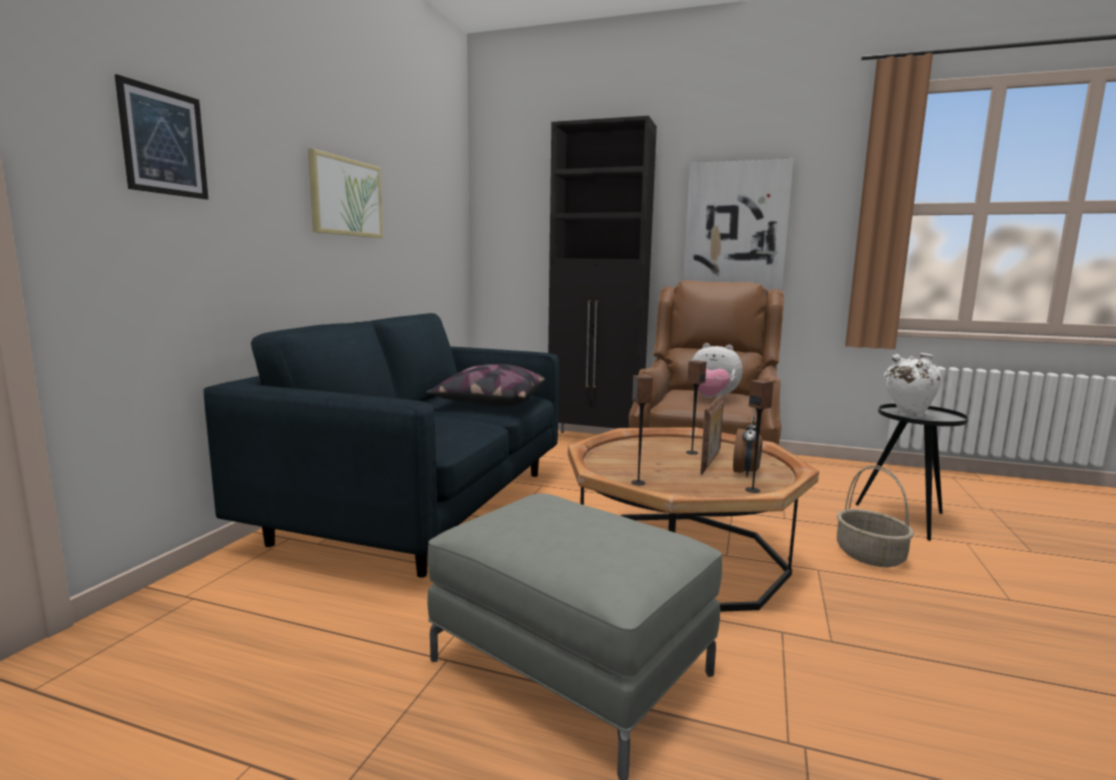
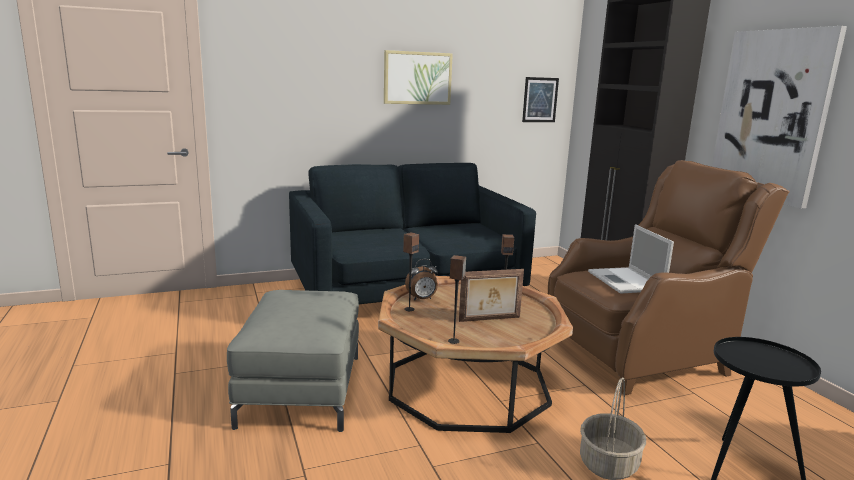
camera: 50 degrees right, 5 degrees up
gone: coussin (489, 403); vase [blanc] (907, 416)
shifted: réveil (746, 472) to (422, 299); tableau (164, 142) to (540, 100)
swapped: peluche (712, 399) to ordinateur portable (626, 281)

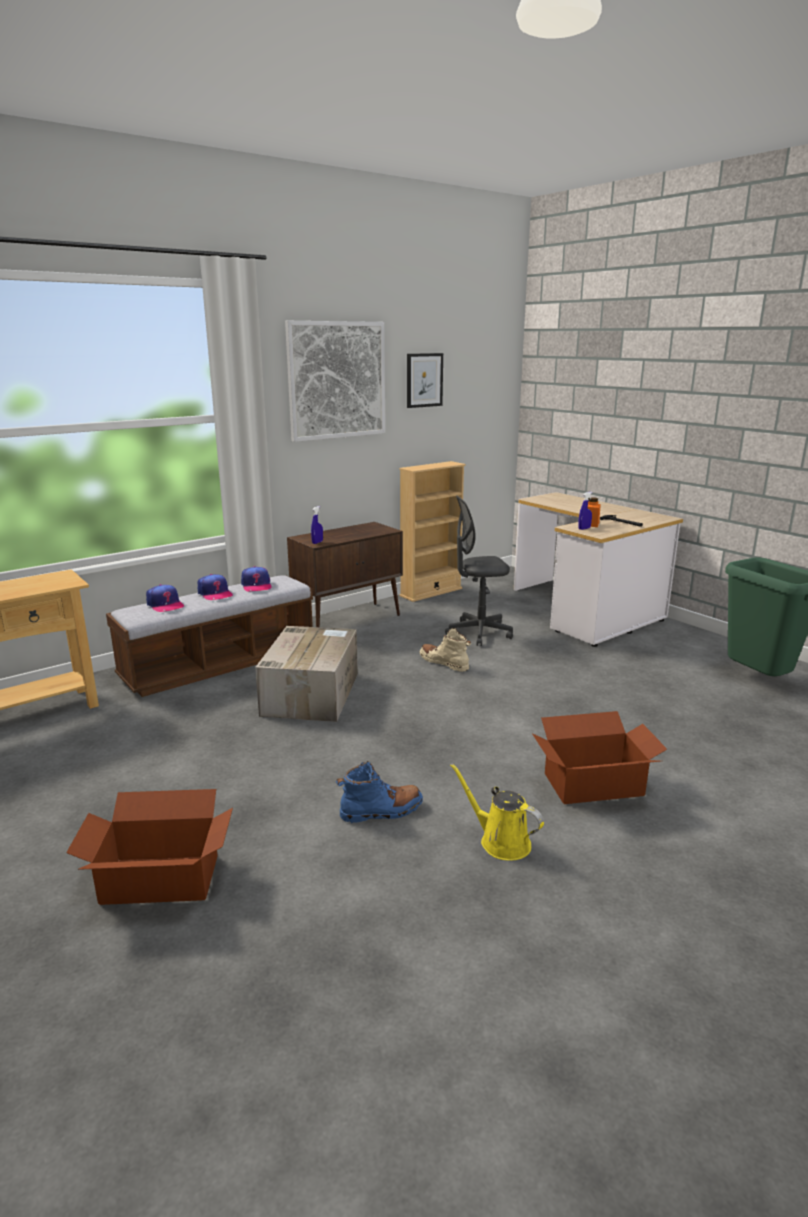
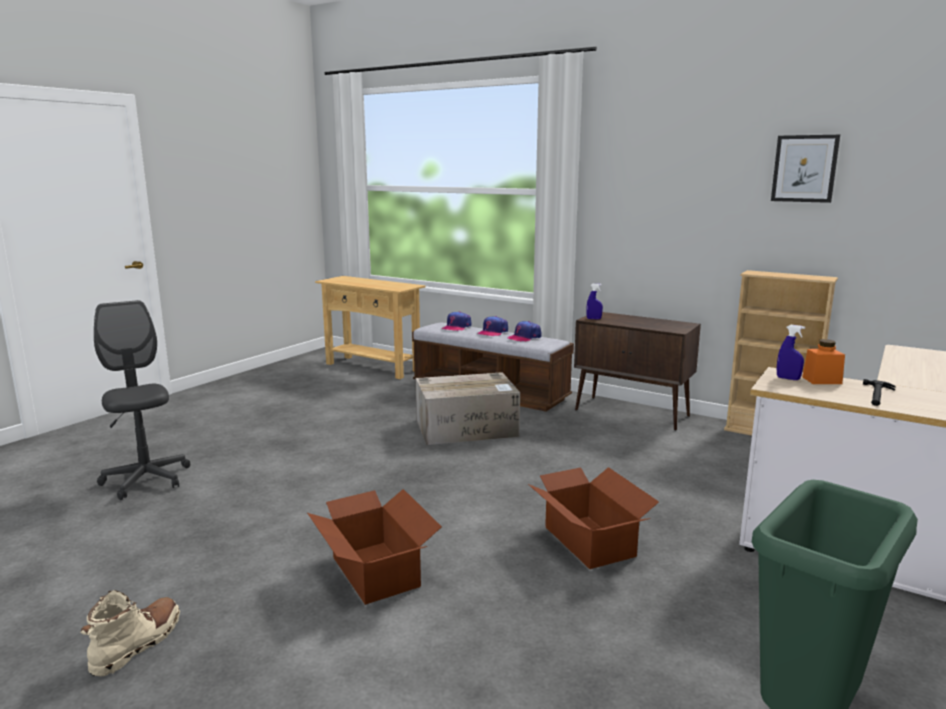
camera: 70 degrees right, 5 degrees down
gone: tableau (337, 380); botte [bleu] (381, 811); arrosoir [jaune] (500, 841)
shifted: botte [beige] (444, 663) to (137, 644); chaise de bureau [gris] (479, 633) to (146, 480); carton (161, 880) to (588, 542)

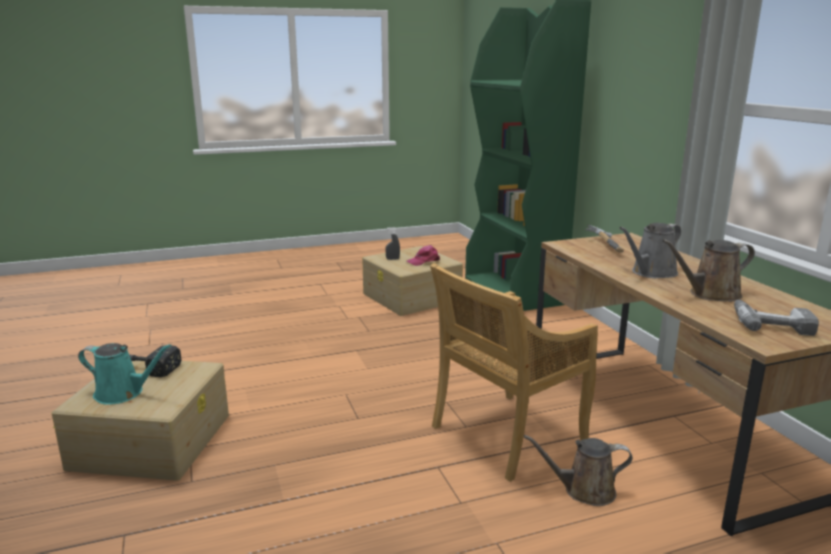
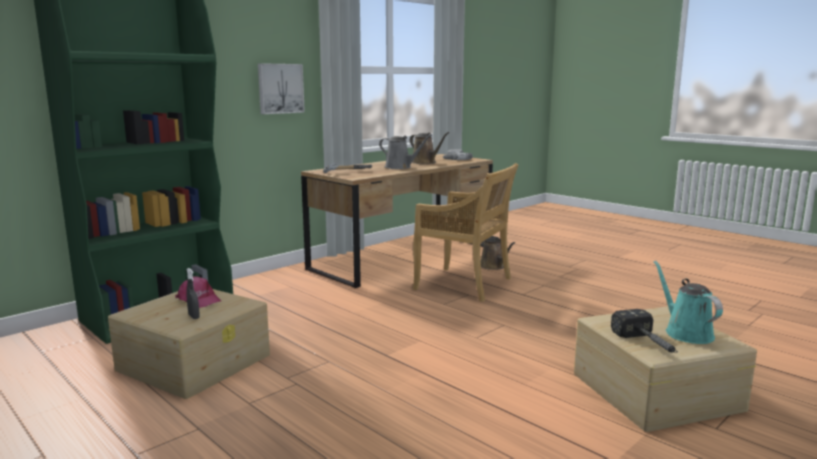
camera: 115 degrees left, 5 degrees down
new: tableau (280, 88)

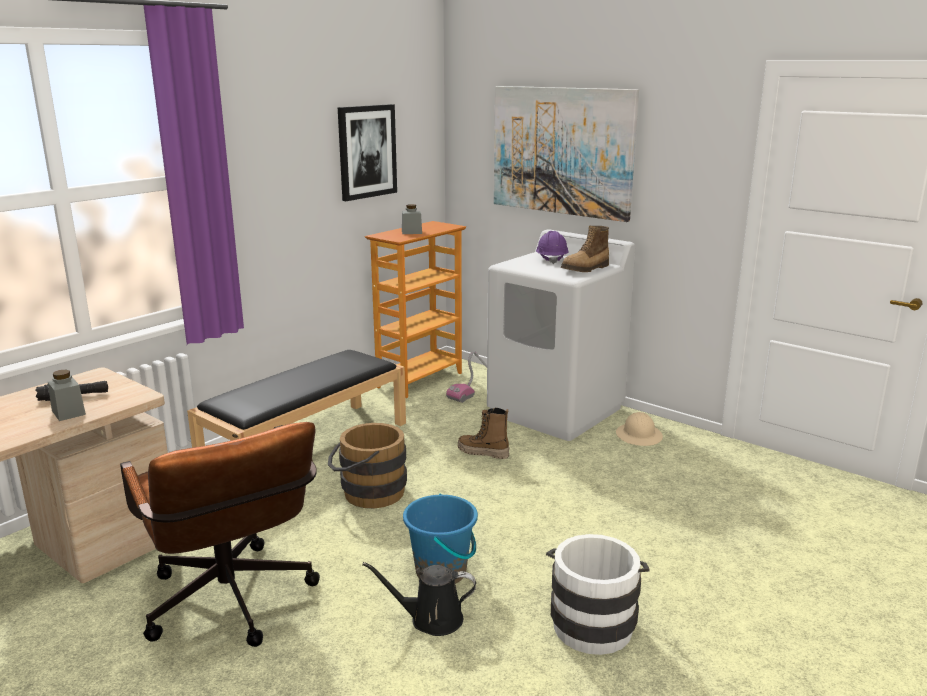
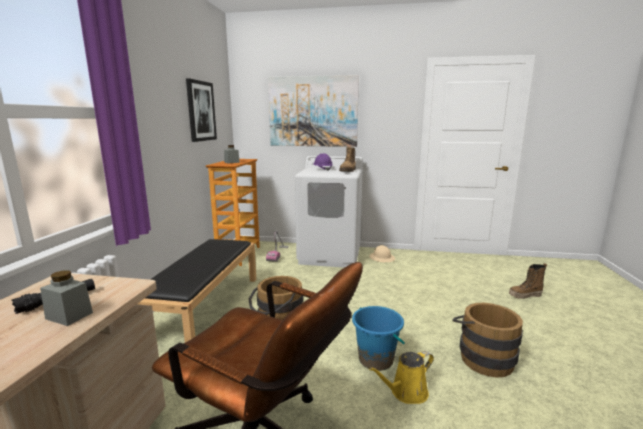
camera: 30 degrees left, 5 degrees down
shifted: botte (483, 453) to (525, 295)
repainted: arrosoir [noir] (431, 619) to arrosoir [jaune] (406, 393); seau [blanc] (593, 621) to seau [marron] (482, 357)

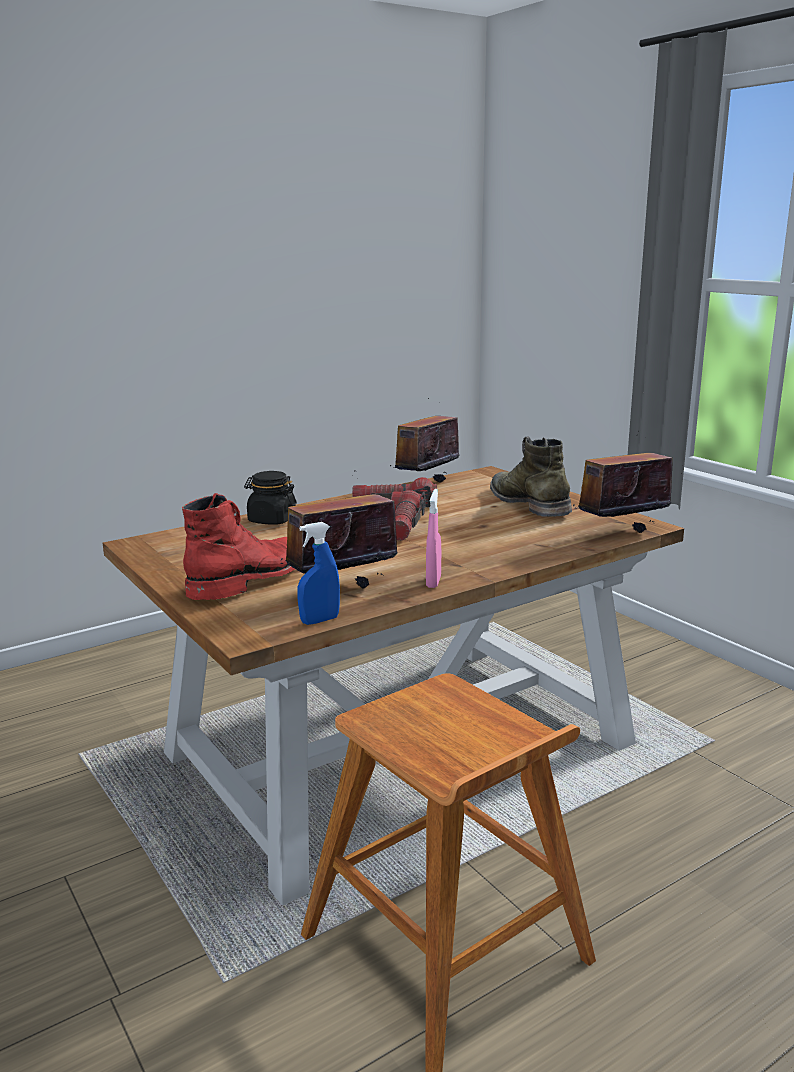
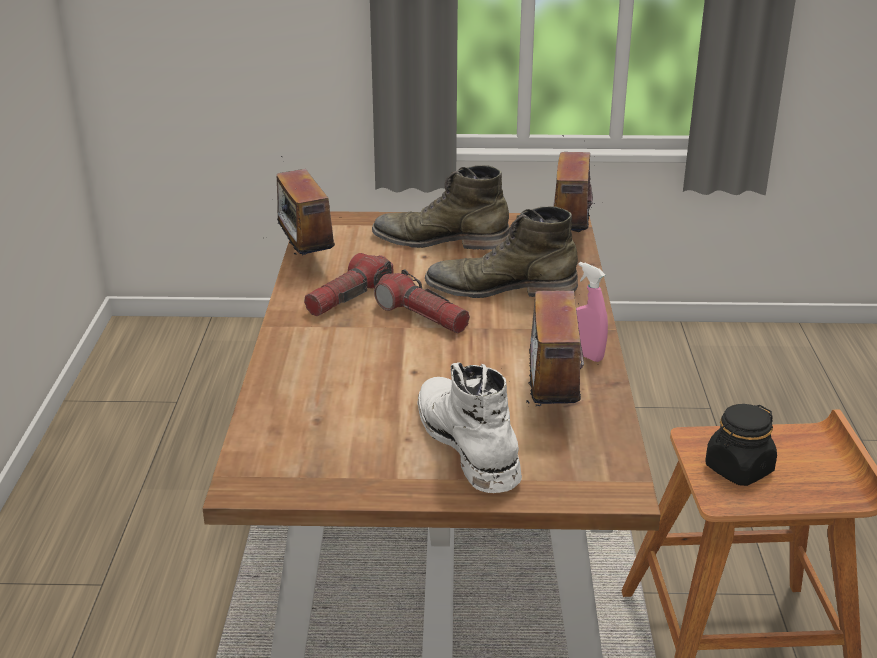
camera: 55 degrees left, 10 degrees up
gone: vaporisateur [bleu] (320, 620)
new: botte [vert] (500, 288)
shifted: bocal [noir] (271, 520) to (738, 469)
repainted: botte [rouge] (251, 579) to botte [blanc] (467, 443)

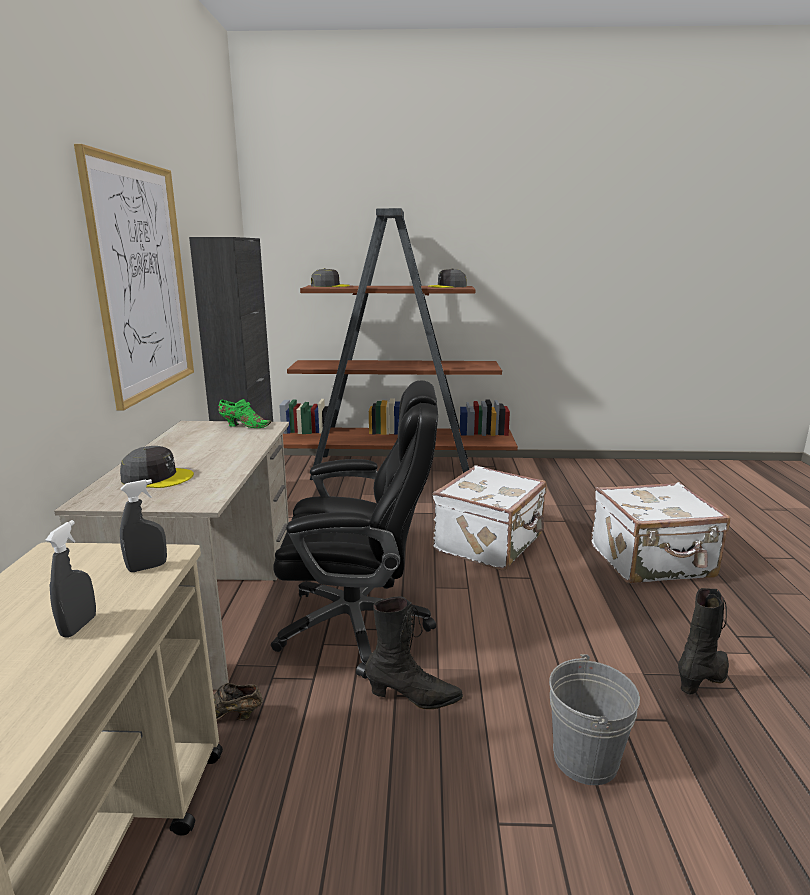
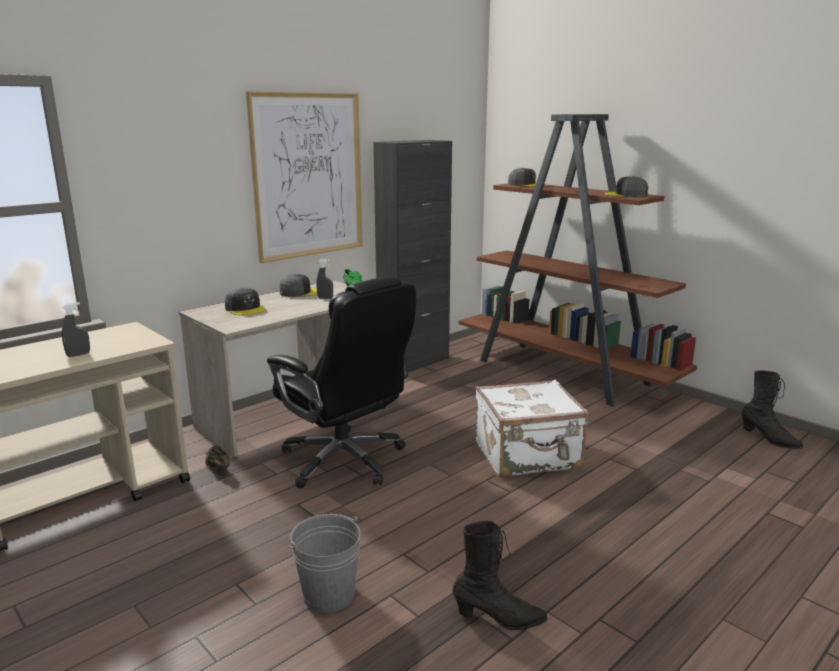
camera: 45 degrees right, 0 degrees up
gone: valise [blanc] (652, 562)
new: casquette [gris] (300, 292)
shifted: vaporisateur [gris] (147, 567) to (325, 298); botte [noir] (413, 697) to (769, 439)

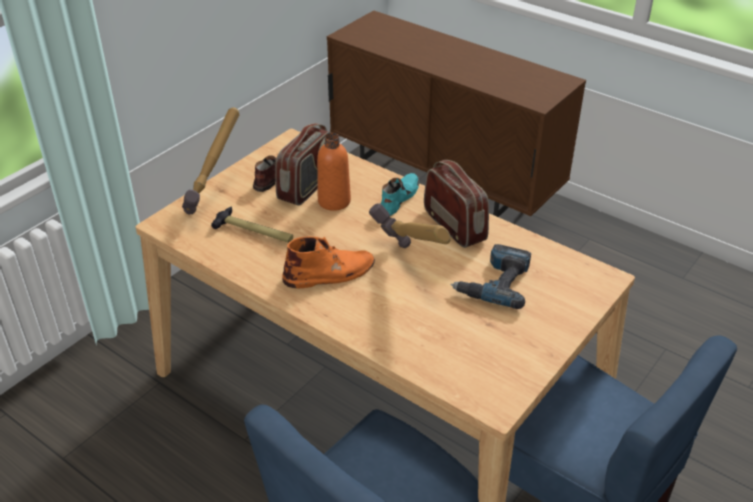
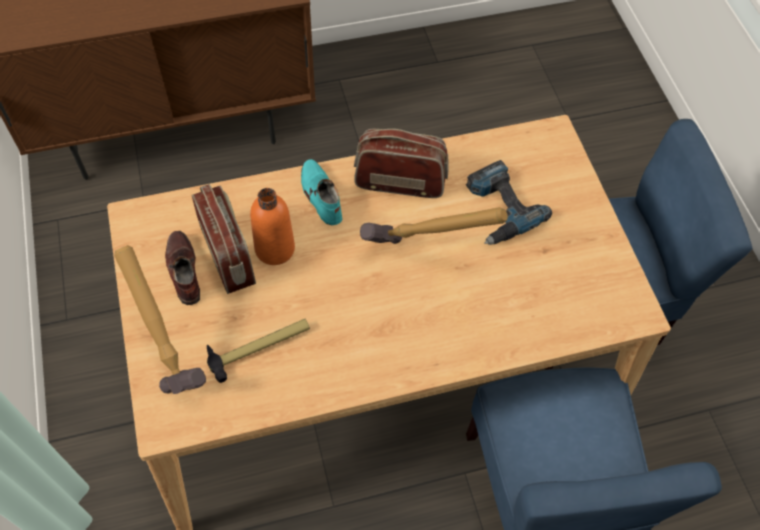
camera: 55 degrees left, 20 degrees up
gone: botte [orange] (330, 273)

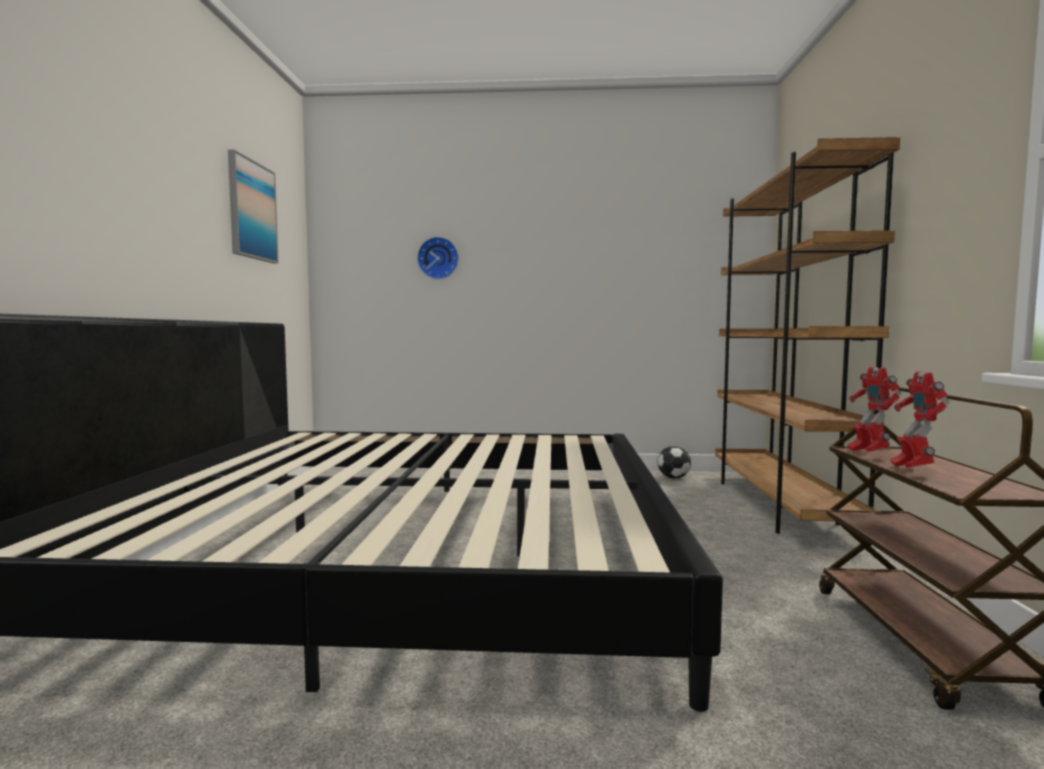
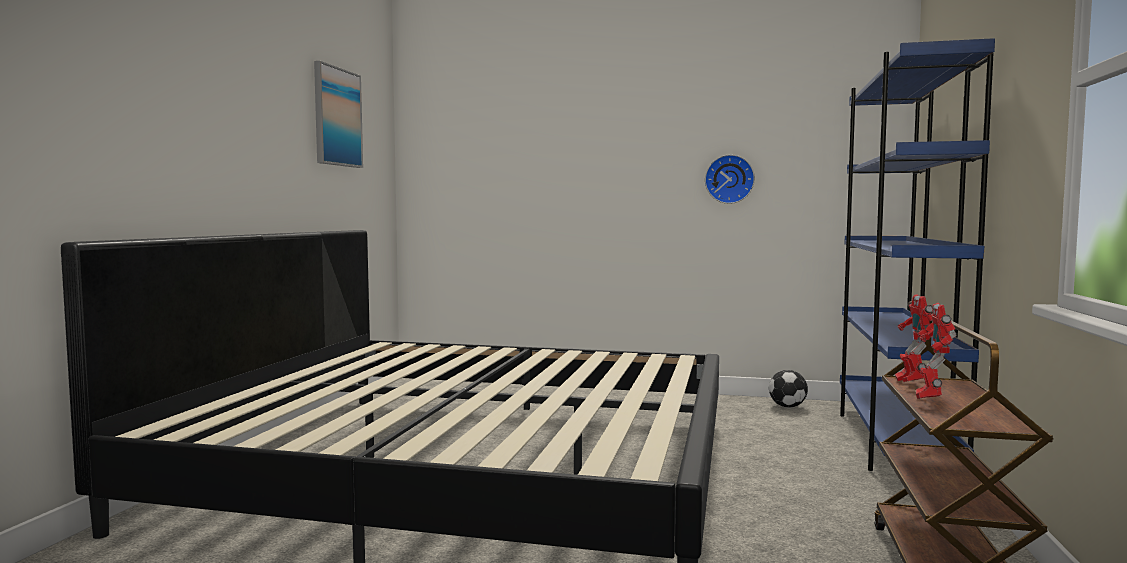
camera: 10 degrees right, 0 degrees up
shifted: horloge murale (438, 258) to (729, 179)
repainted: bibliothèque [marron] (779, 505) to bibliothèque [bleu] (893, 442)

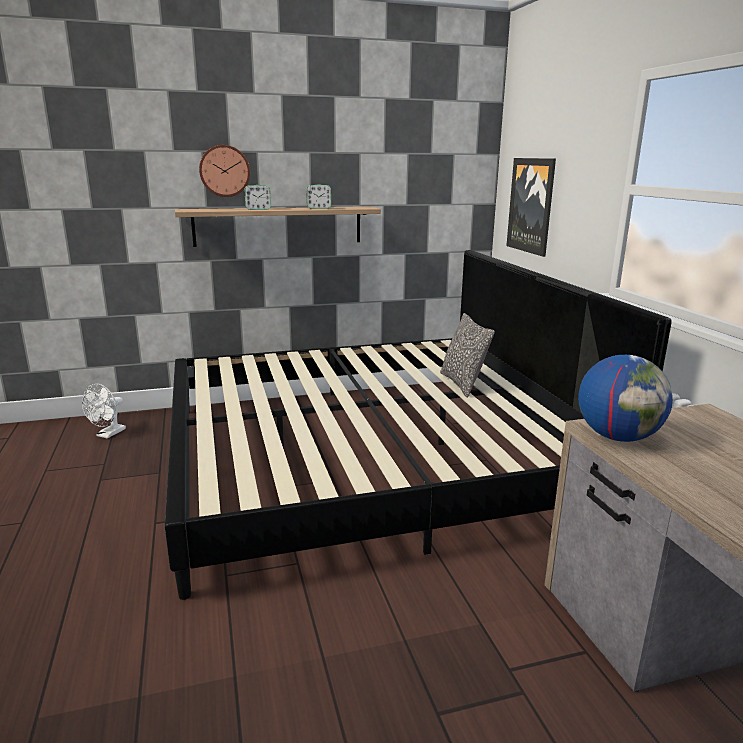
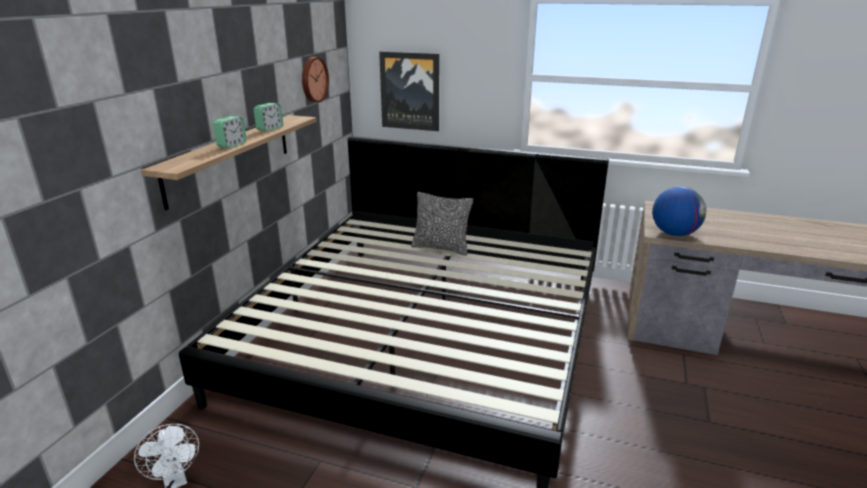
camera: 55 degrees left, 5 degrees up
shifted: horloge murale (224, 171) to (313, 79)

